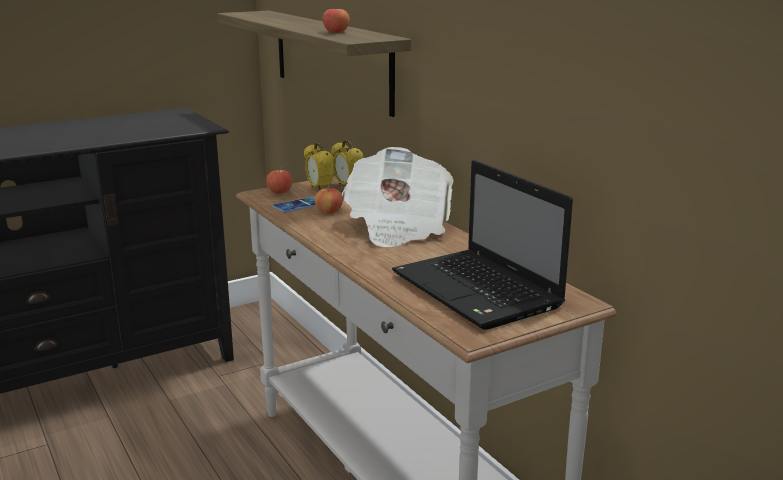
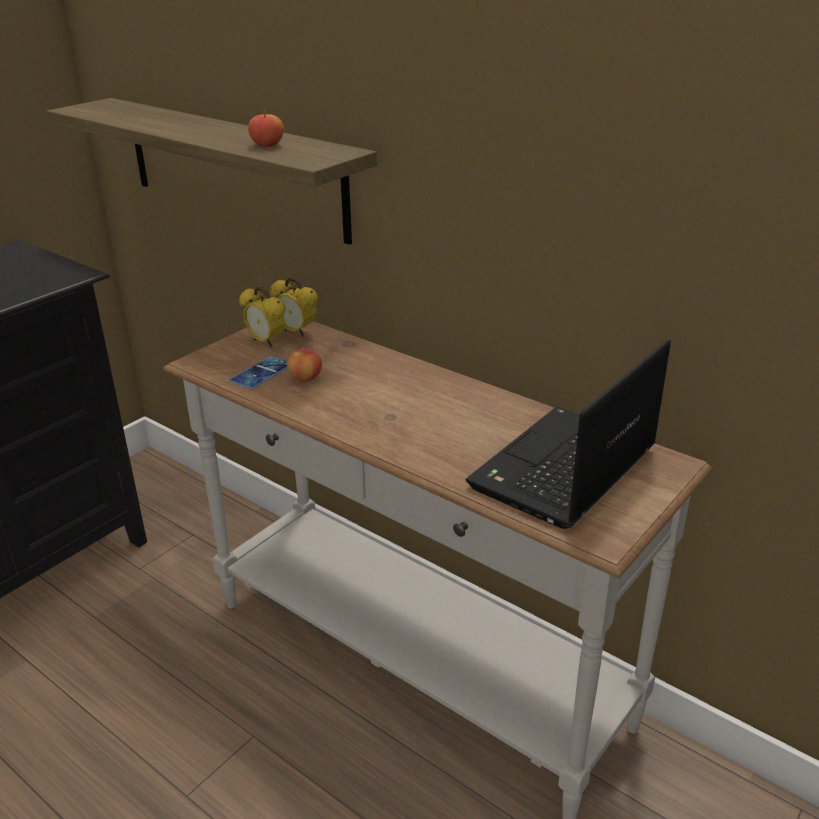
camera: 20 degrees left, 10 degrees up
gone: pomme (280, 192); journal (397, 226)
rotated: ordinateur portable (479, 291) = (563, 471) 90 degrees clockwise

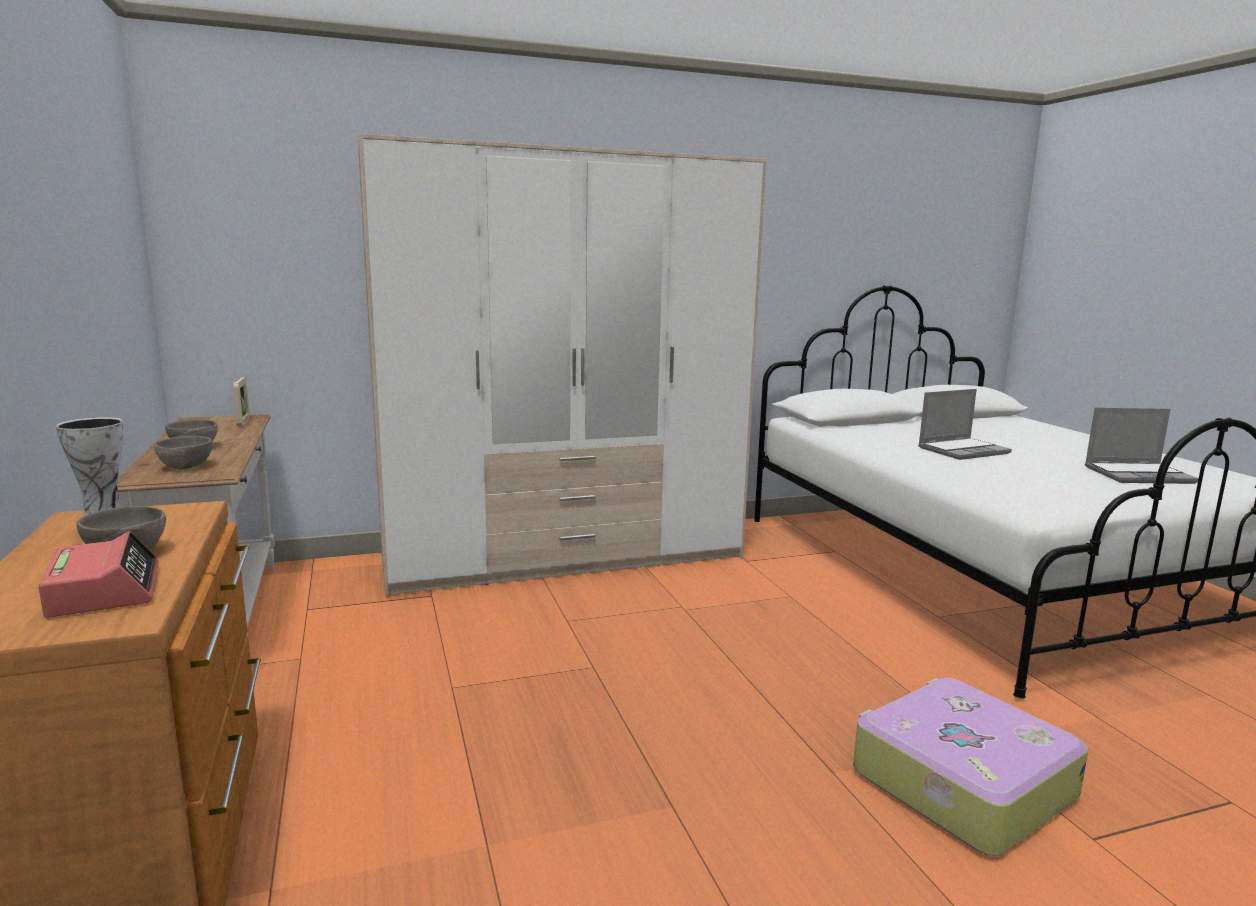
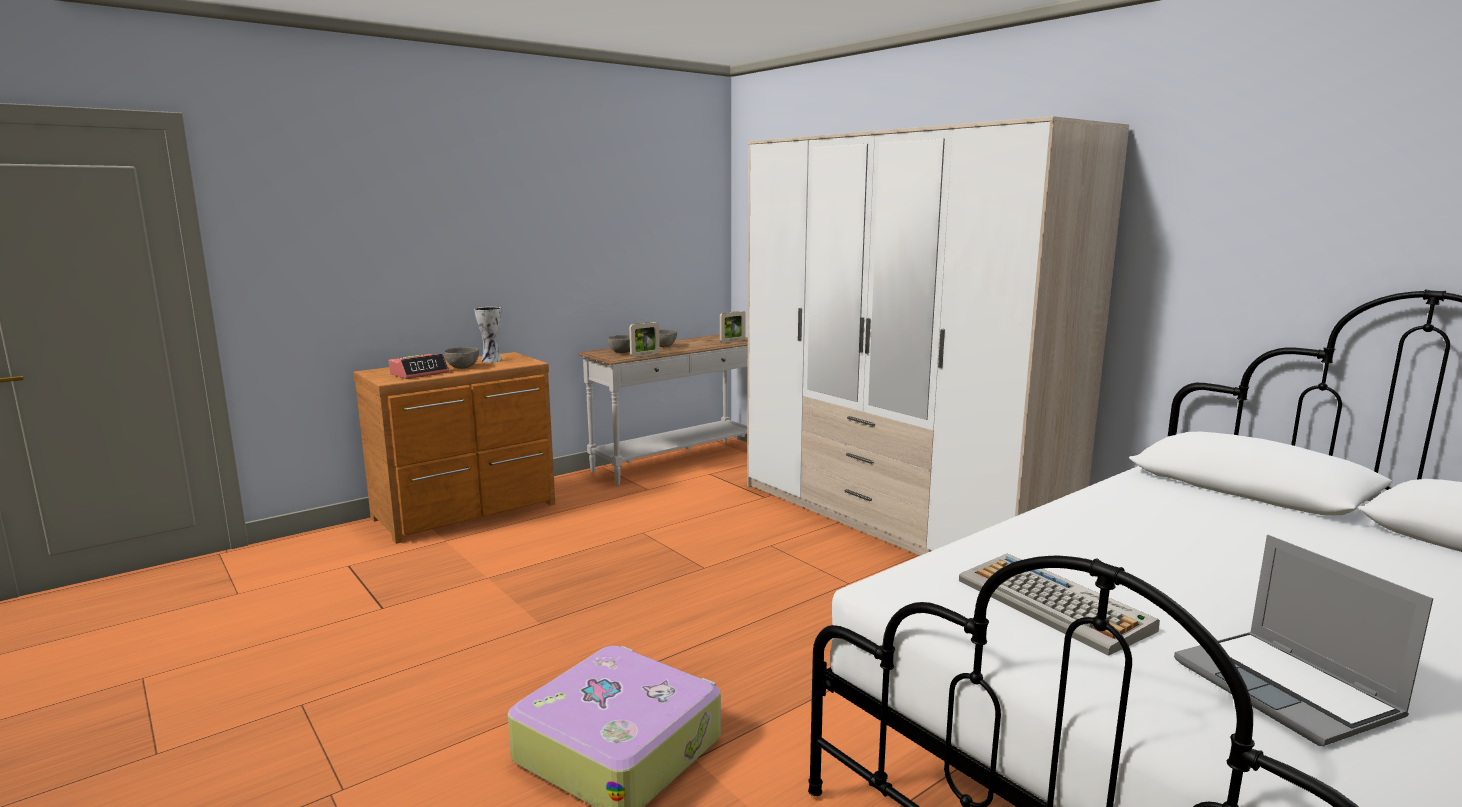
camera: 70 degrees right, 0 degrees up
gone: ordinateur portable (963, 450)
new: cadre photo (645, 355); clavier (1055, 605)

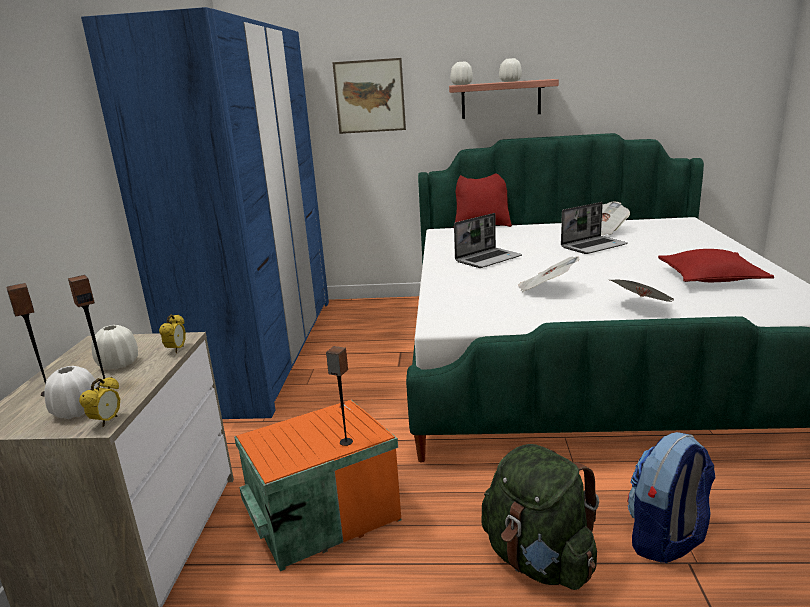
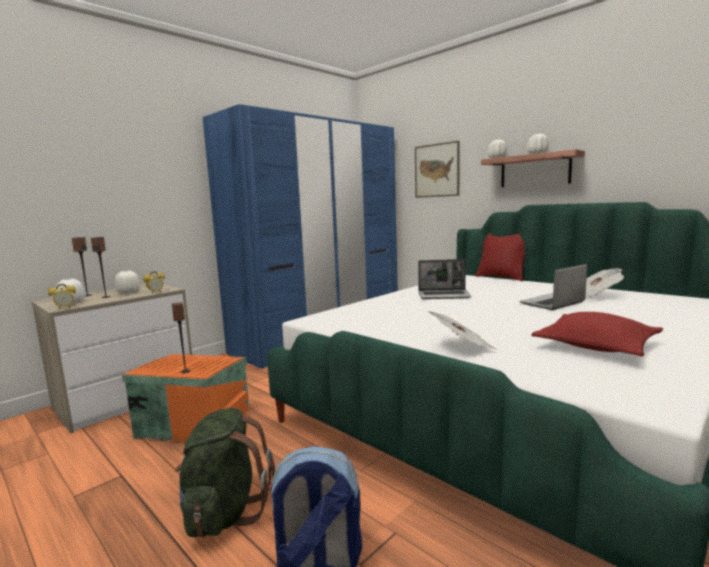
camera: 40 degrees right, 10 degrees down
gone: journal (545, 289)
rotated: ordinateur portable (593, 246) = (552, 303) 135 degrees clockwise

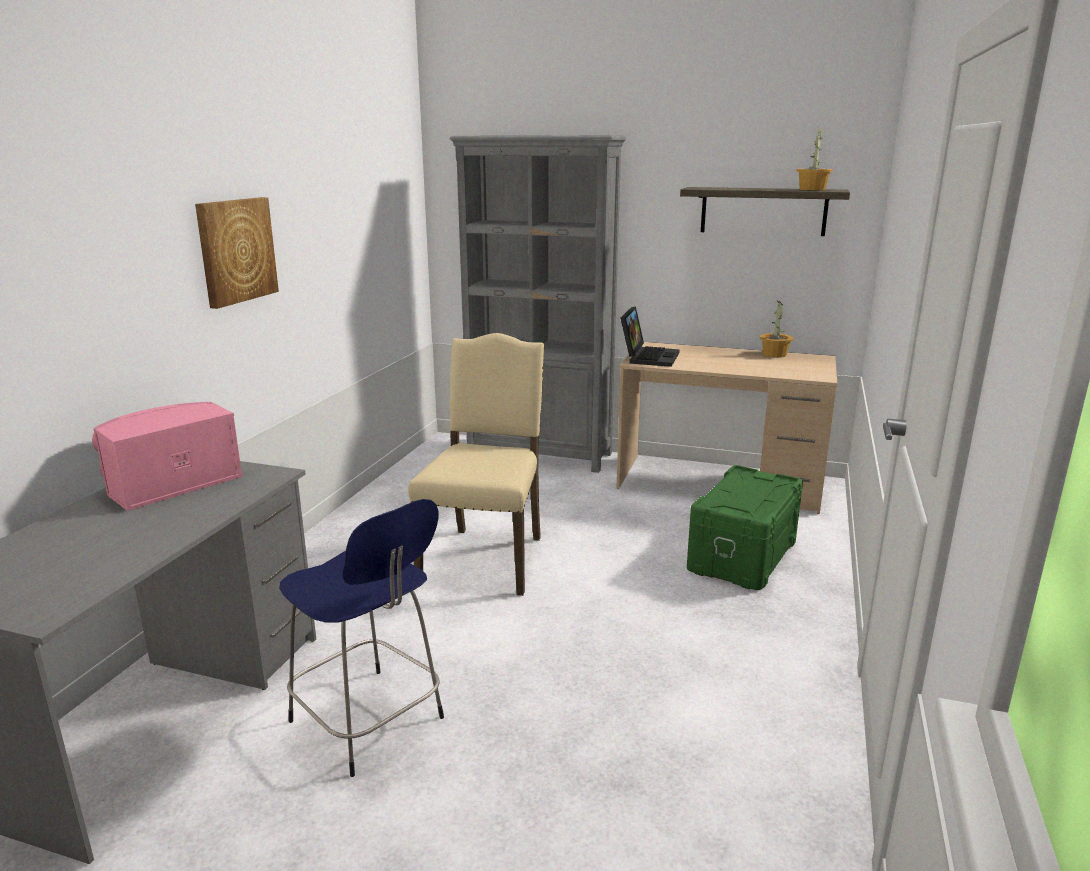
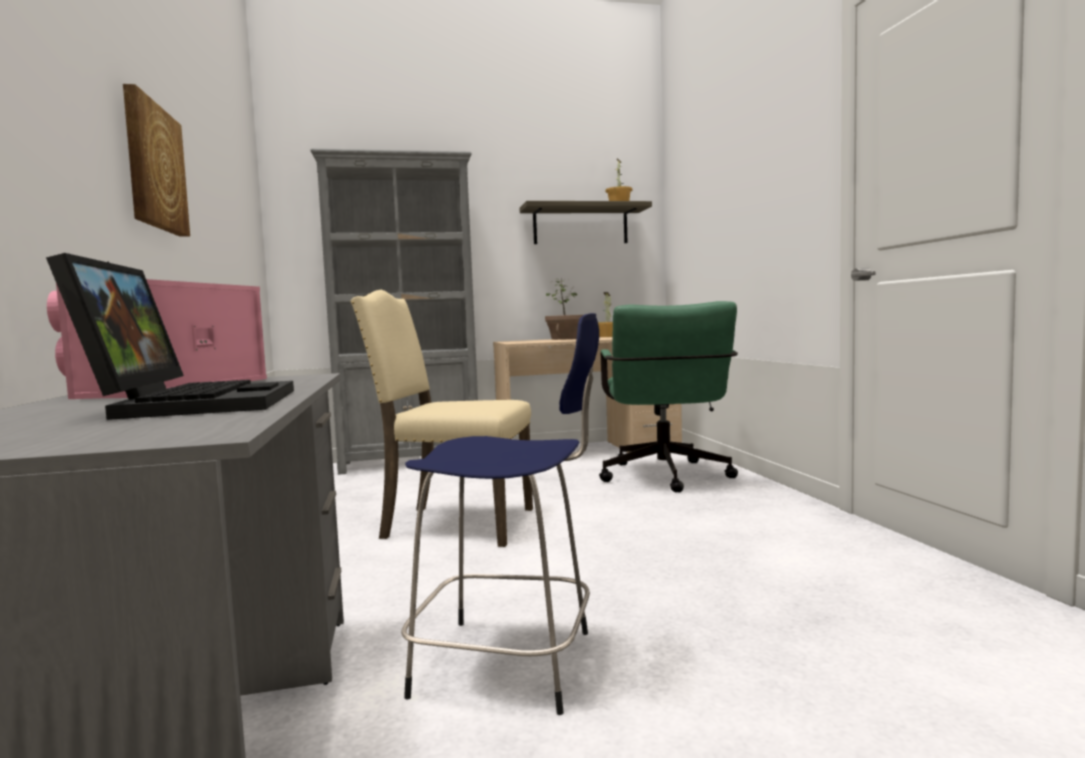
camera: 30 degrees left, 15 degrees down
new: plante en pot (566, 338)
shifted: ordinateur portable (648, 357) to (192, 404)
swapped: boîte de rangement [vert] (741, 555) to chaise de bureau [vert] (666, 479)
rotated: chaise [beige] (486, 558) = (455, 524) 60 degrees counterclockwise

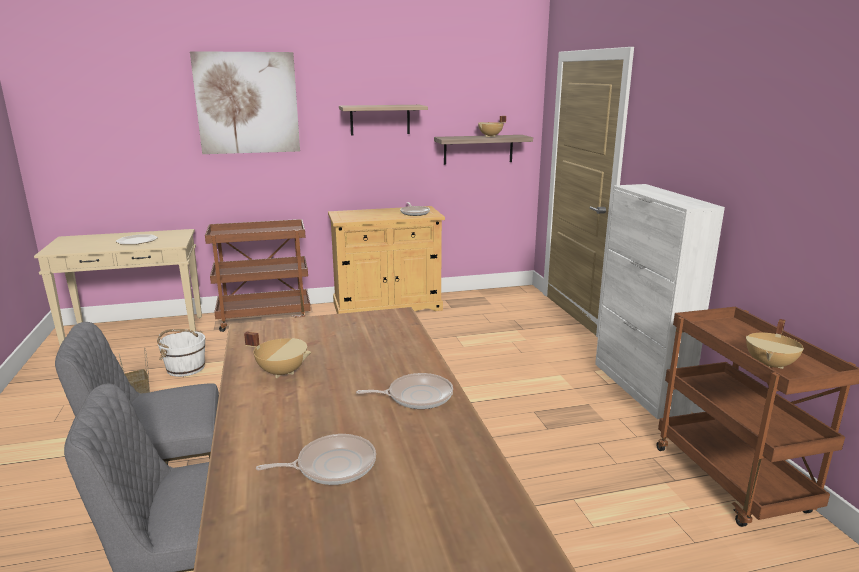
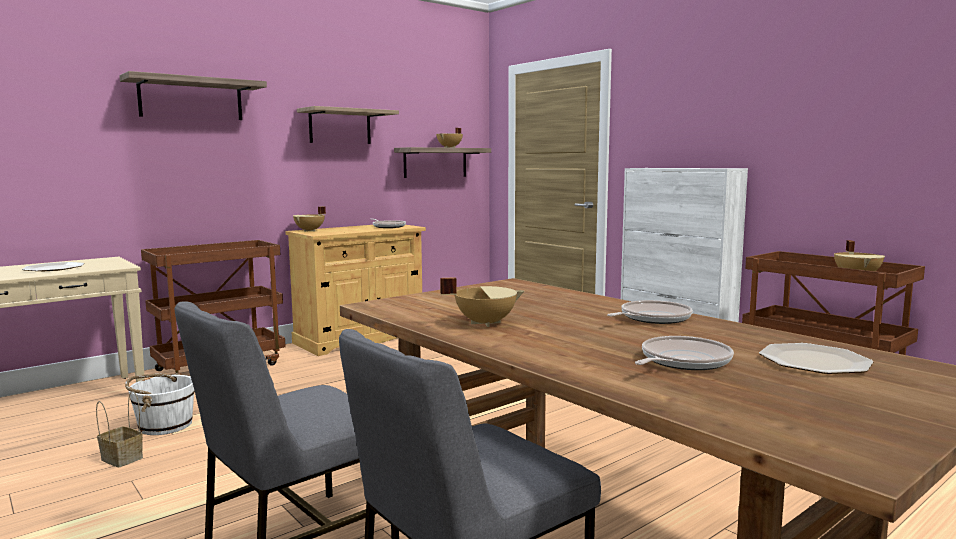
camera: 25 degrees left, 10 degrees down
new: marmite [beige] (310, 231); assiette (815, 361)
swapped: tableau (247, 103) to étagère (191, 99)

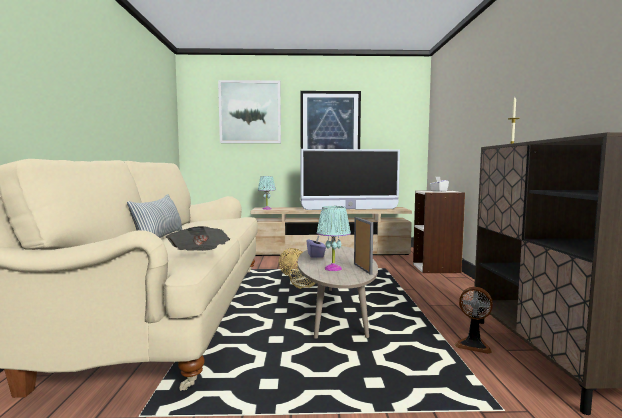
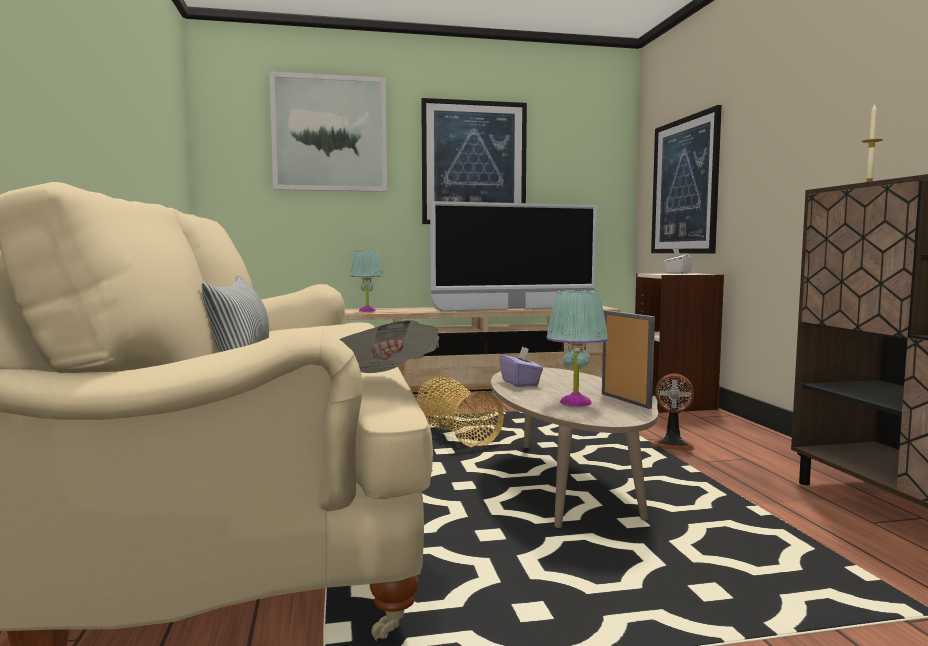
camera: 10 degrees left, 0 degrees up
new: tableau (684, 186)
shifted: ventilateur (473, 345) to (672, 444)

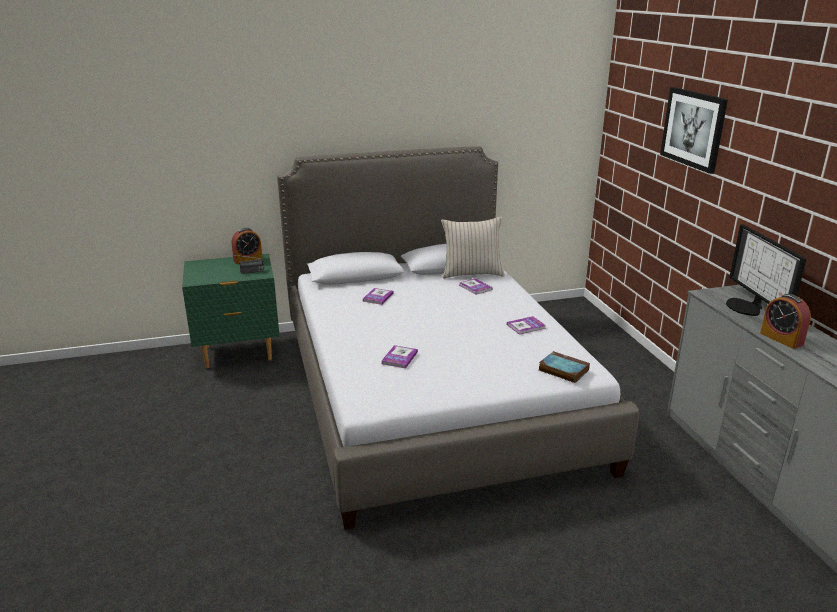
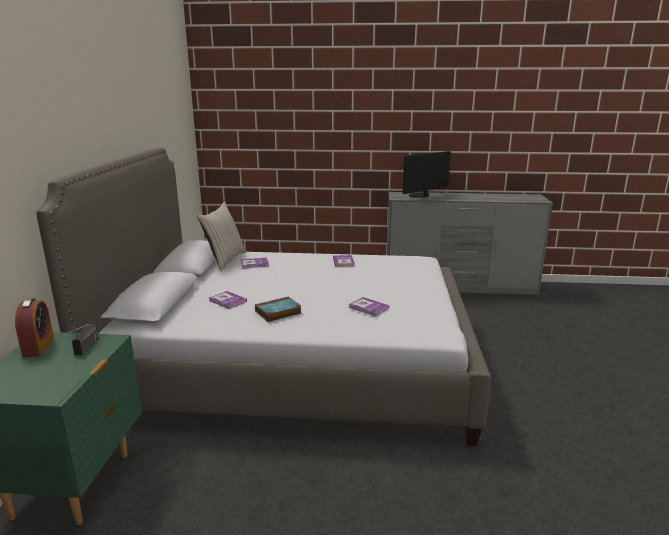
camera: 70 degrees left, 5 degrees down
gone: tableau (693, 129); réveil (781, 339)
shifted: livre (562, 370) to (277, 312)
rotated: écran d'ordinateur (747, 307) = (420, 196) 135 degrees clockwise

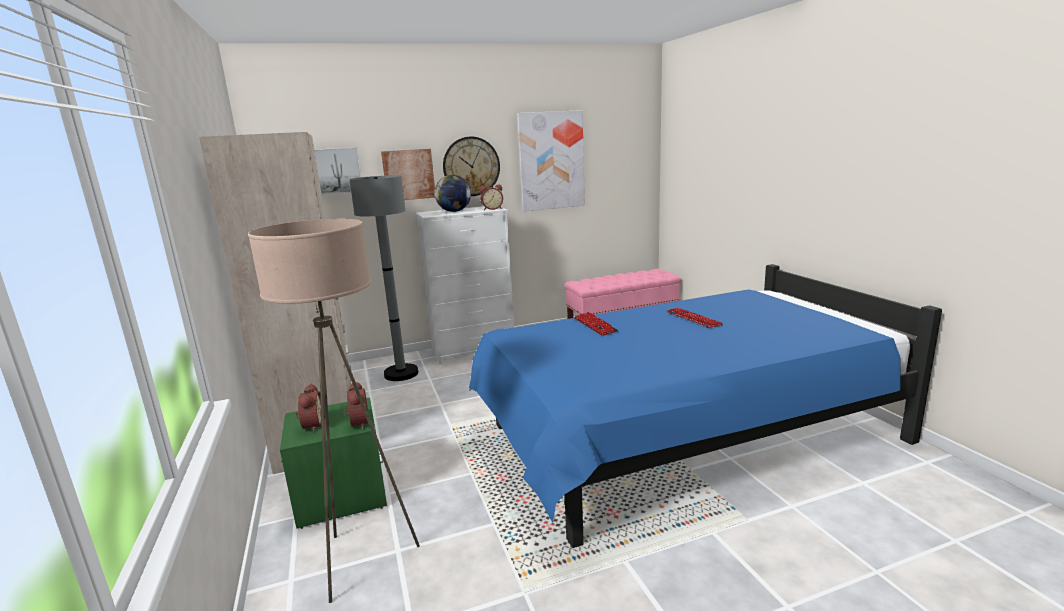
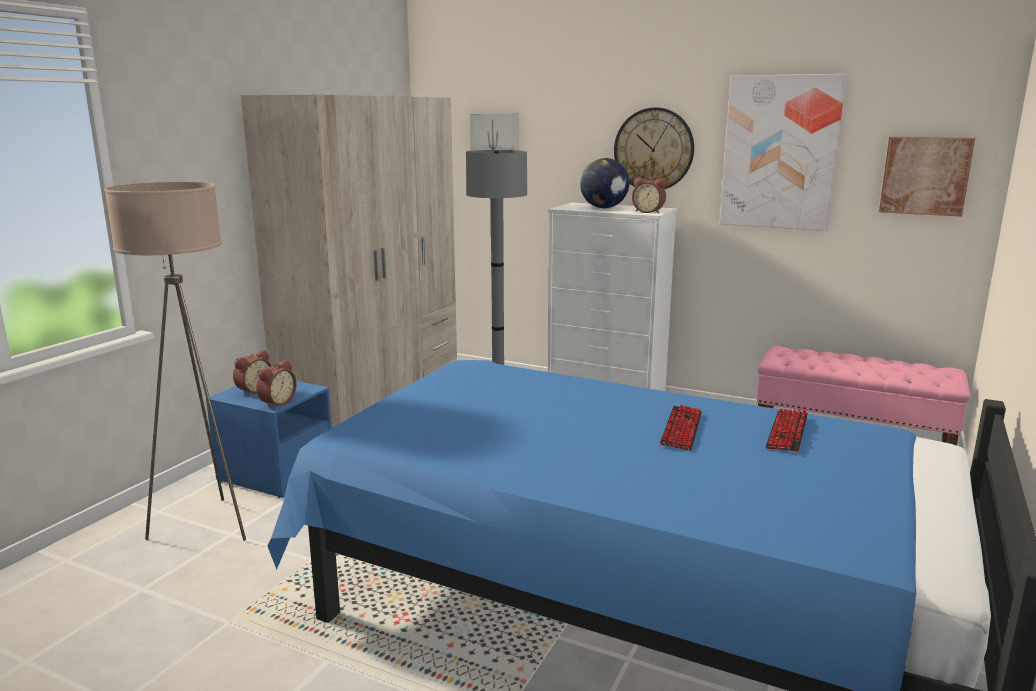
camera: 45 degrees right, 0 degrees up
shifted: clavier (595, 325) to (787, 432); tableau (408, 175) to (925, 176)
repainted: table de chevet [vert] (341, 496) to table de chevet [bleu] (276, 474)

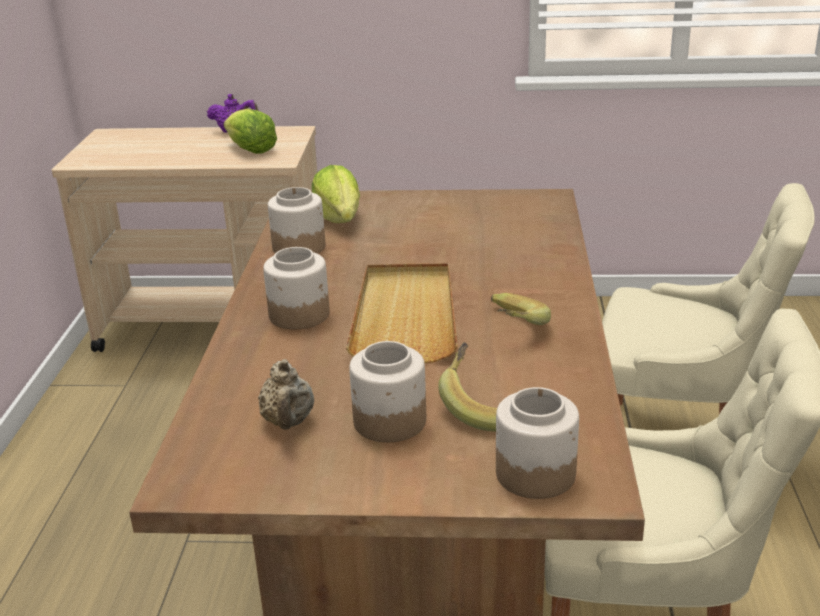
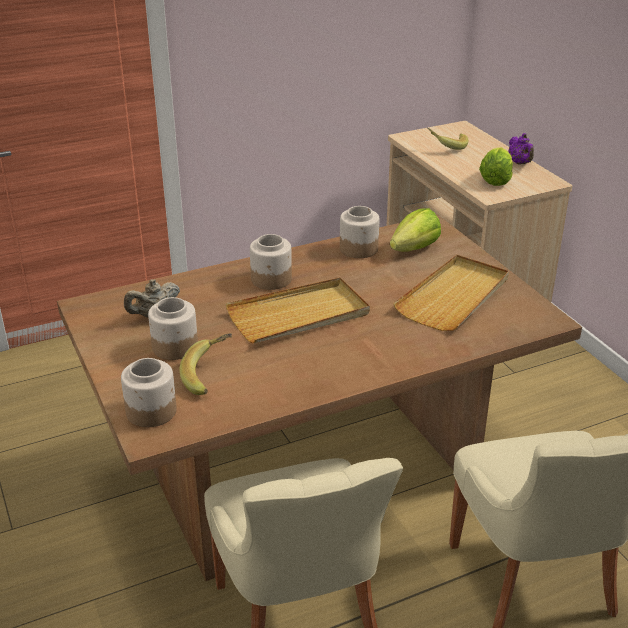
camera: 60 degrees right, 5 degrees up
new: plateau [beige] (454, 296)
shifted: banane (509, 328) to (447, 146)

